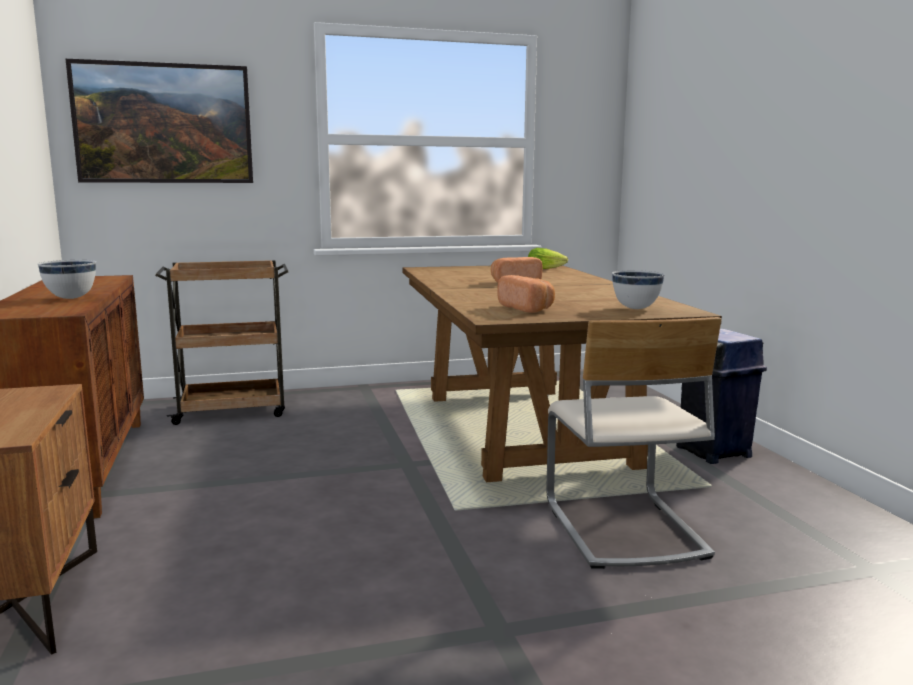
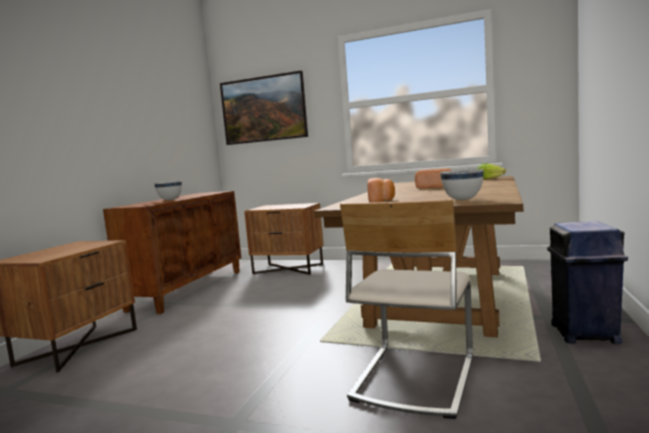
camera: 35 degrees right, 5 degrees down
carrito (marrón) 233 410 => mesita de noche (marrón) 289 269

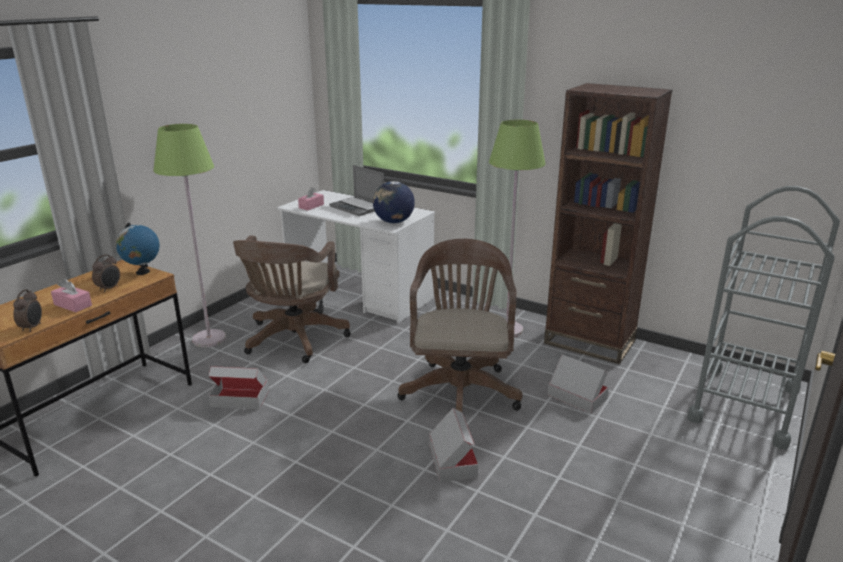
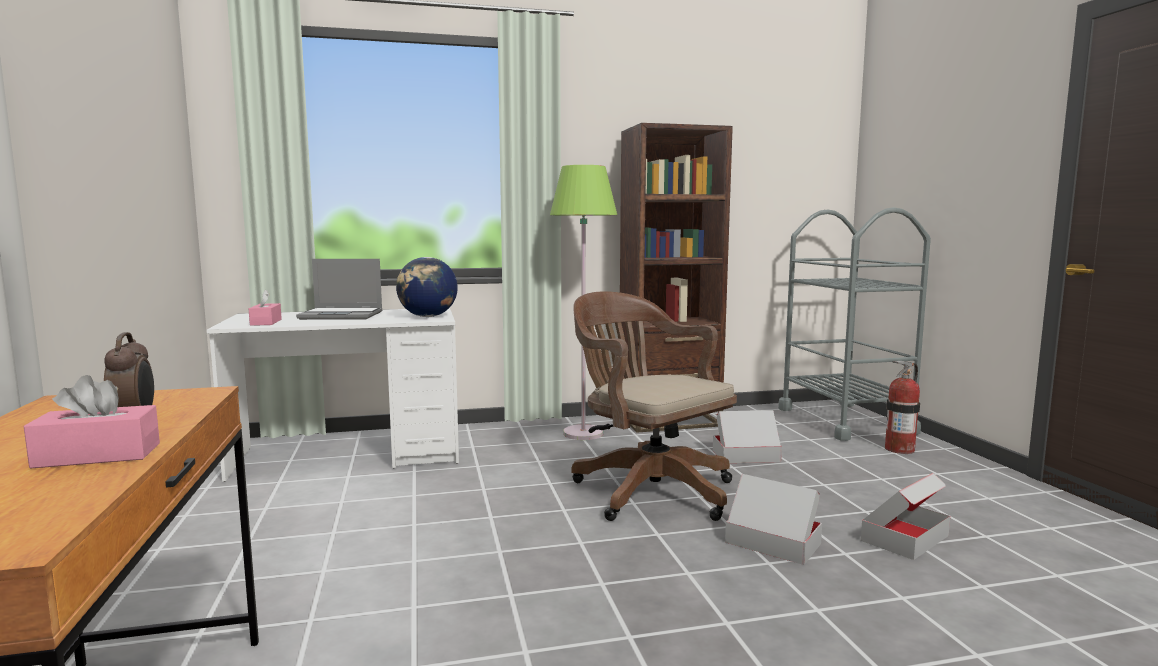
camera: 45 degrees left, 15 degrees down
despertador 32 327 => nothing
globo terráqueo 142 272 => nothing
lámpara de pie (verde) 209 339 => nothing
caja de cartón 240 398 => caja de cartón 904 538, shifted
silla de oficina (marrón) 293 340 => nothing
nothing => extintor 899 449

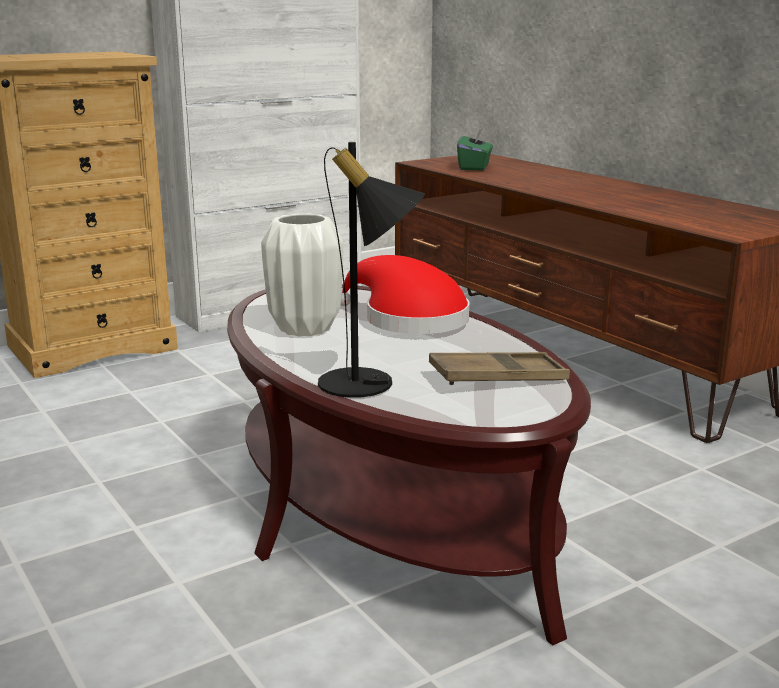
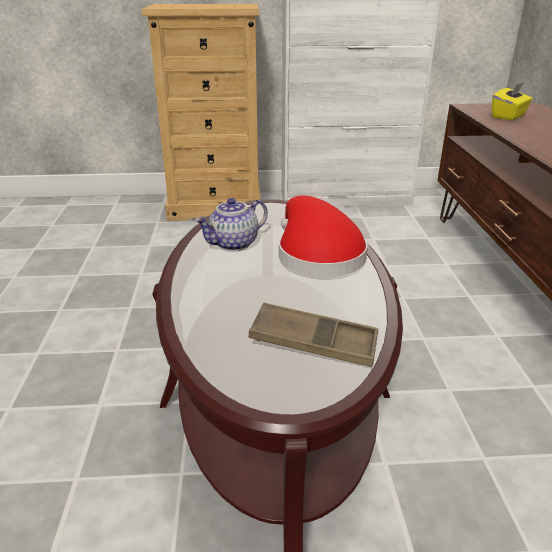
camera: 30 degrees right, 10 degrees up
florero (blanco) 306 329 => tetera 234 244
lámpara de mesa (negro) 369 385 => nothing
caja de pañuelos (verde) 474 167 => caja de pañuelos (amarillo) 509 116

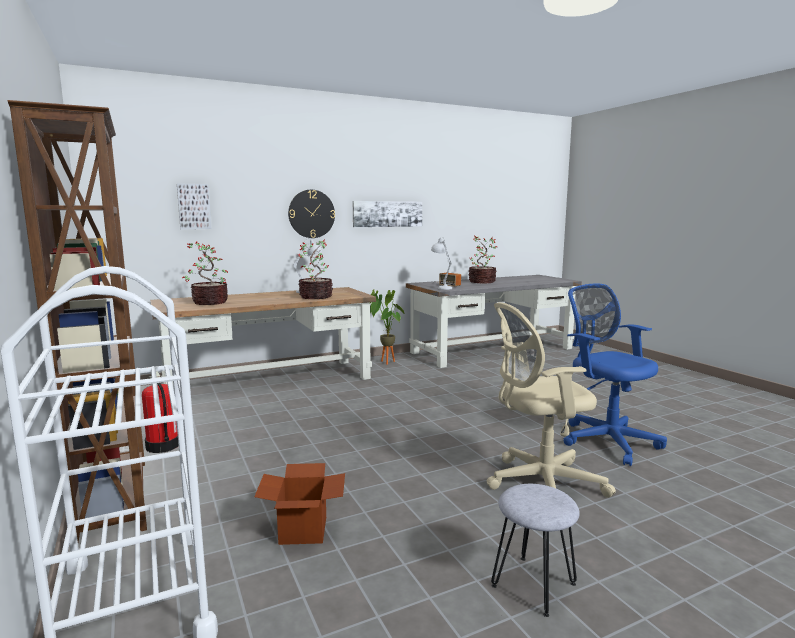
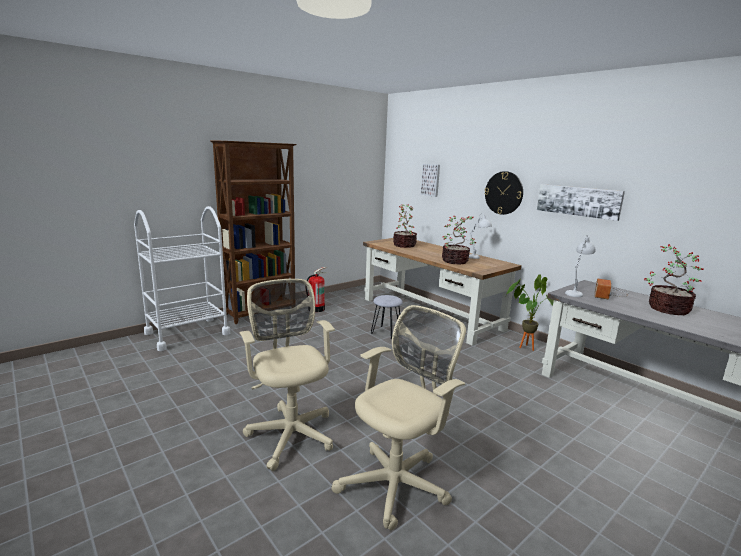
camera: 75 degrees right, 5 degrees up
caja de cartón 303 530 => nothing
taburete (gris) 533 585 => taburete (gris) 386 332, shifted
silla de oficina (azul) 606 440 => silla de oficina (beis) 398 483

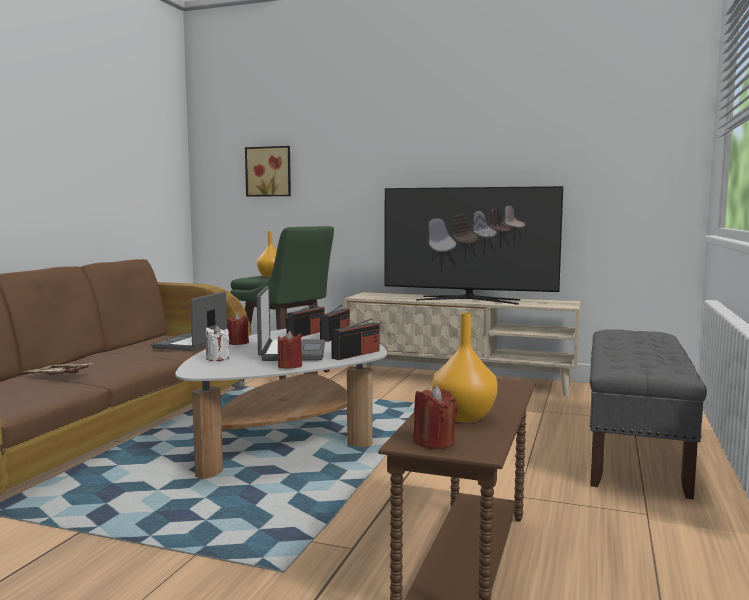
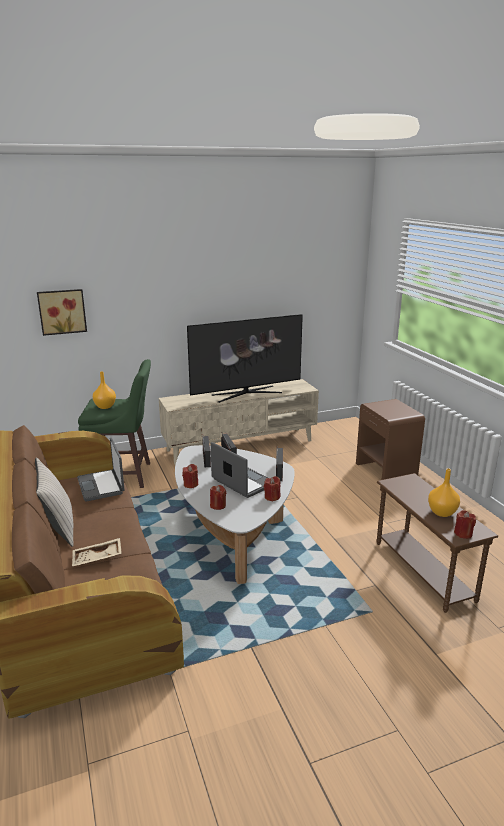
camera: 40 degrees left, 15 degrees up
vela (blanco) 217 358 => vela (rojo) 218 505
banco (gris) 635 448 => mesita de noche (marrón) 386 471
nothing => cojín (beis) 58 529

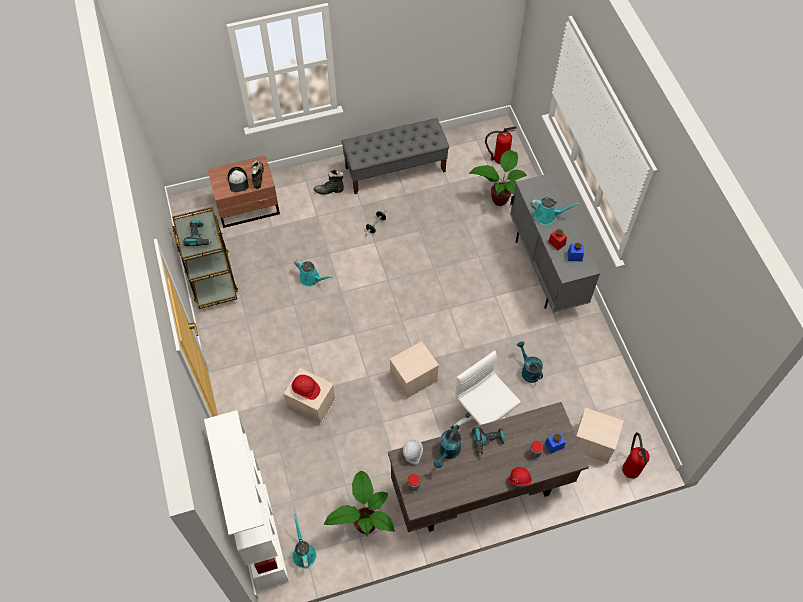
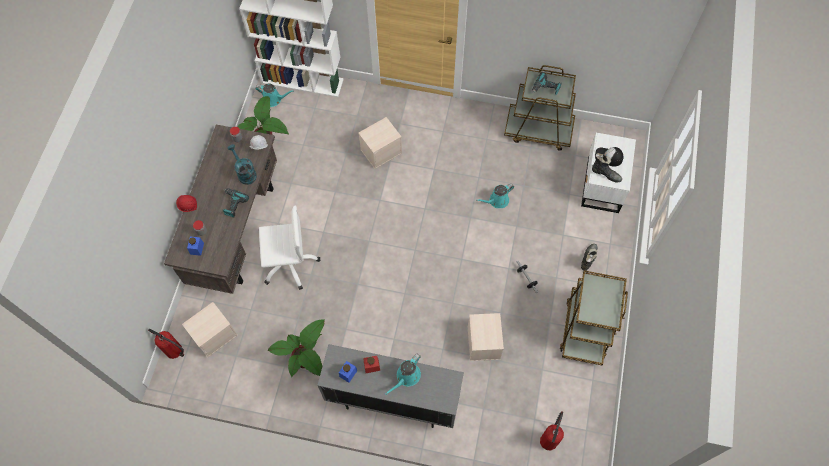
camera: 120 degrees right, 5 degrees up
mesita de noche (marrón) 249 207 => mesita de noche (blanco) 601 185
casco (rojo) 306 389 => nothing
banco (gris) 395 169 => carrito (marrón) 585 329
caja de almacenaje (beis) 413 378 => caja de almacenaje (beis) 483 342, shifted
planta en maceta 499 199 => planta en maceta 307 362, shifted
regadera (turquesa) 528 370 => nothing

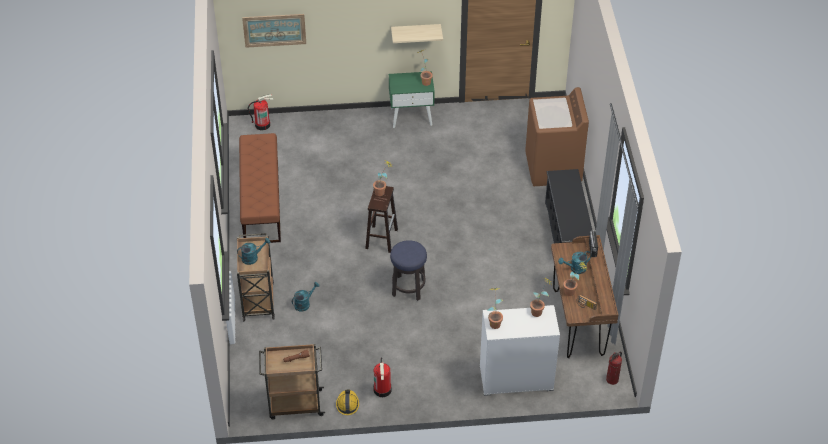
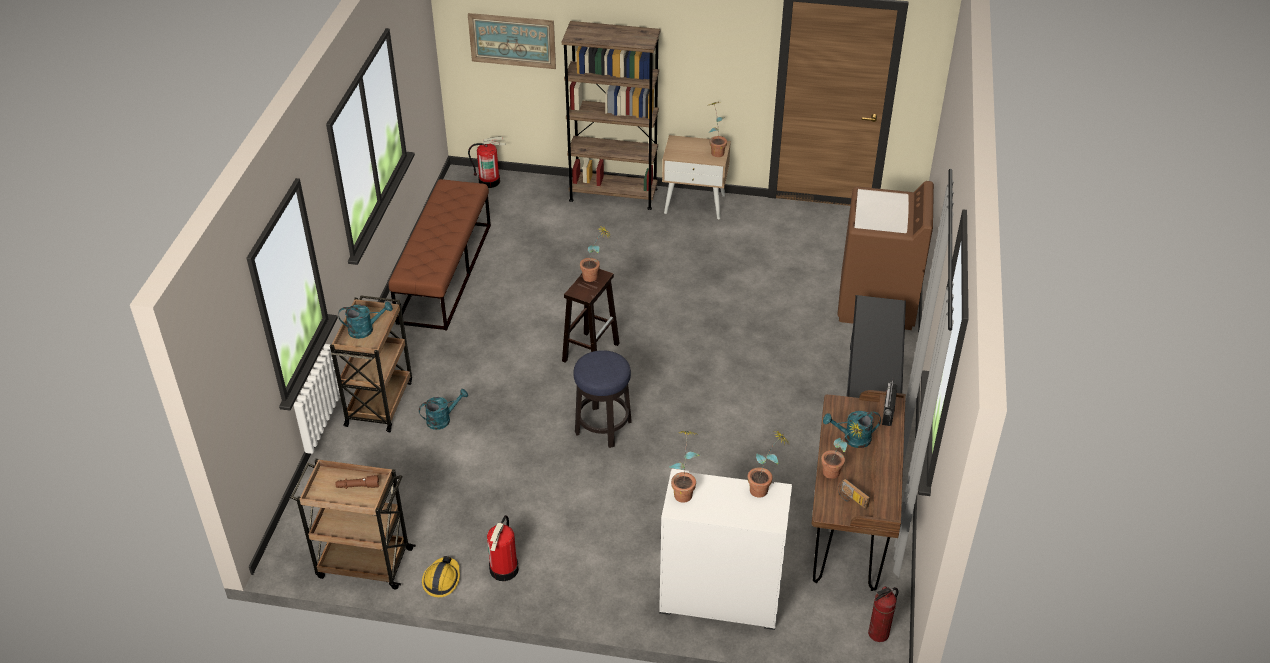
camera: 15 degrees right, 5 degrees down
mesita de noche (verde) 411 116 => mesita de noche (beis) 695 204
estante 415 32 => nothing
nothing => estantería (marrón) 613 194

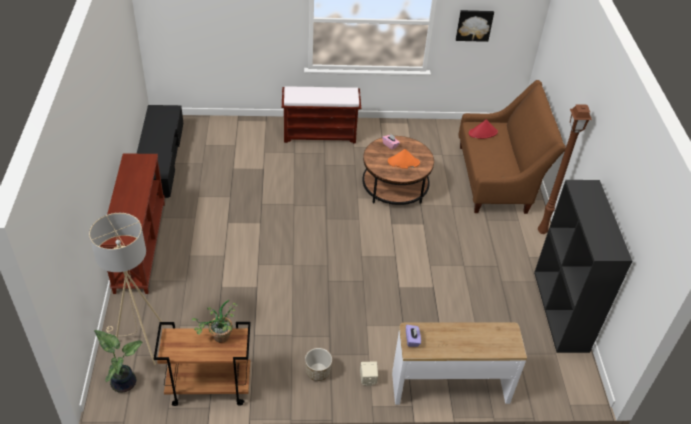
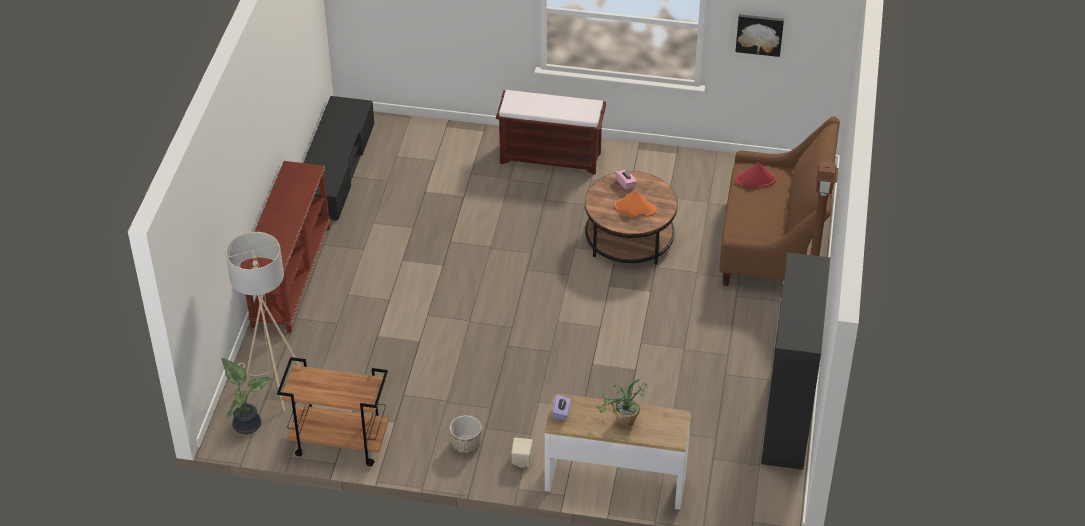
camera: 15 degrees right, 0 degrees up
planta en maceta 218 340 => planta en maceta 622 423, shifted

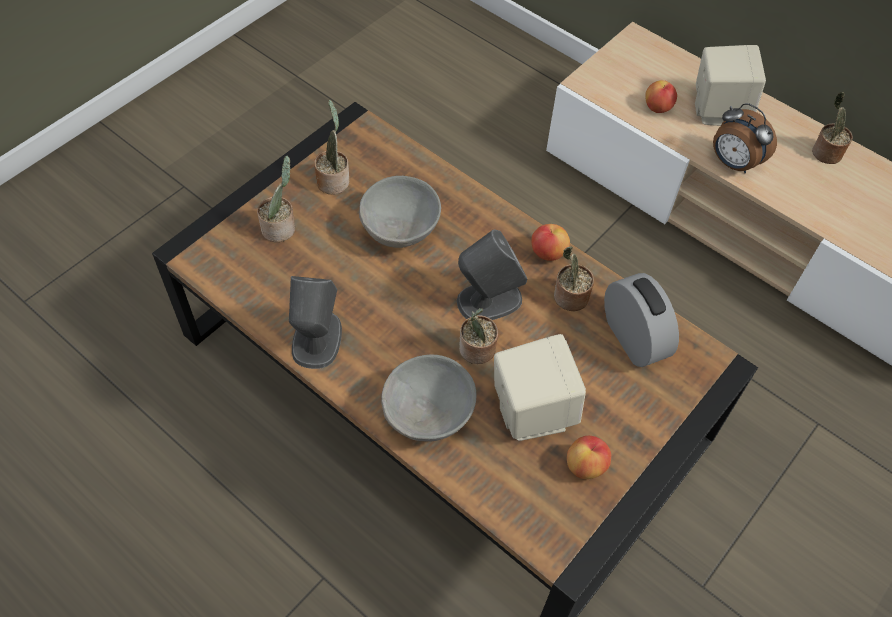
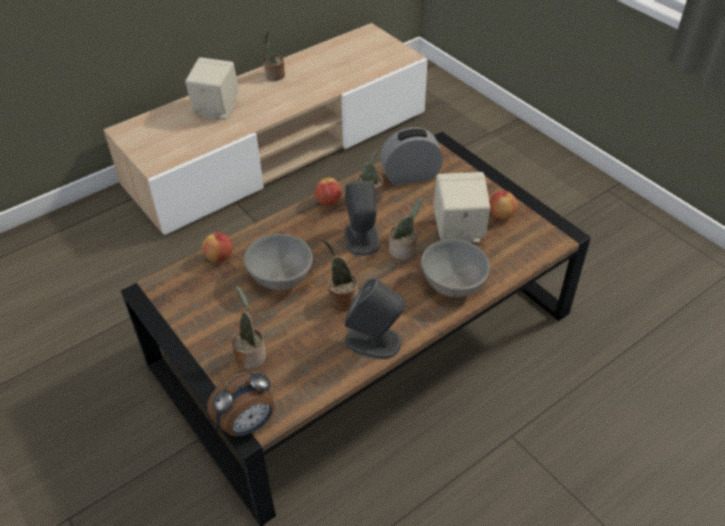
camera: 75 degrees left, 10 degrees down
planta en maceta 333 180 => planta en maceta 341 299, shifted
manzana 657 108 => manzana 219 257, shifted
despertador 733 163 => despertador 247 424, shifted

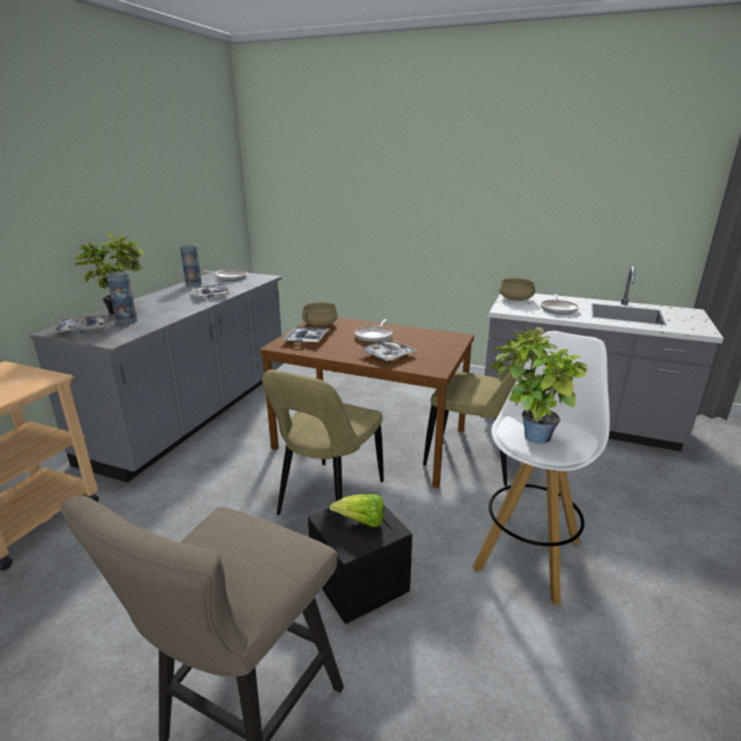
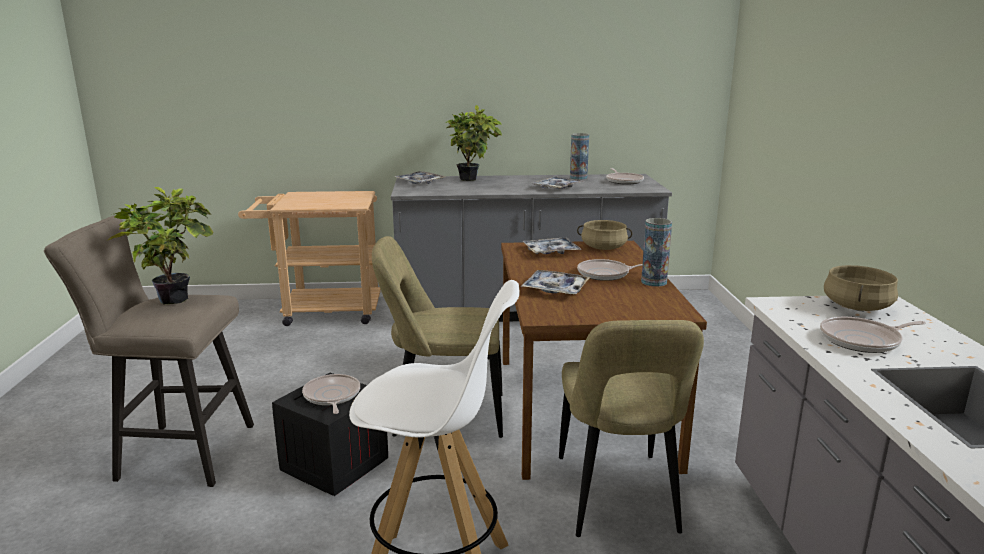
camera: 65 degrees right, 5 degrees down
florero 127 321 => florero 654 282, shifted
lechuga 361 522 => sartén 332 396
planta en maceta 528 436 => planta en maceta 175 298, shifted

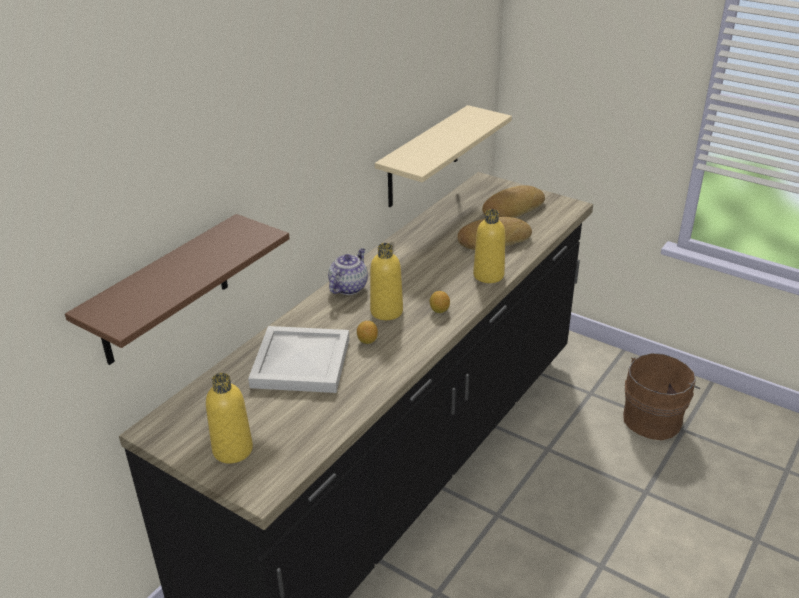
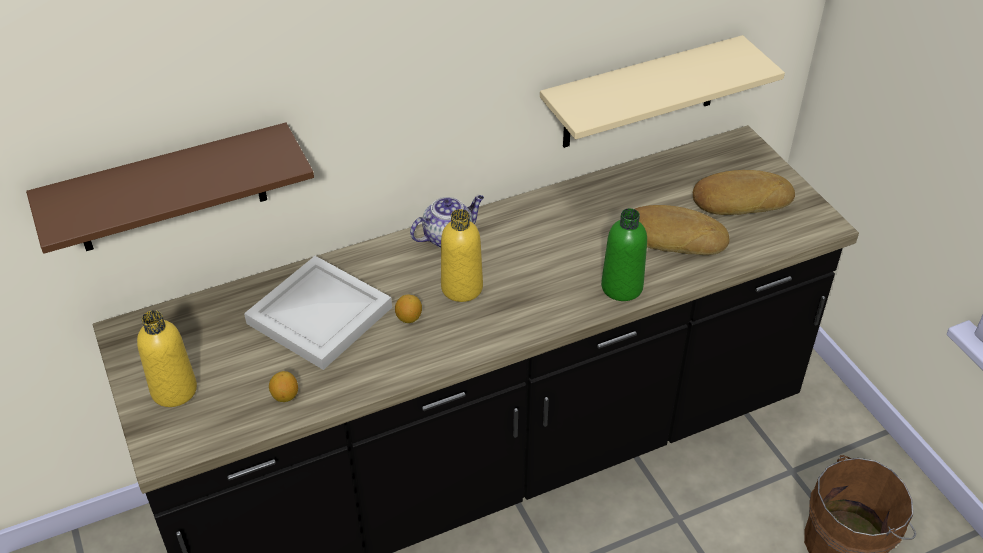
camera: 30 degrees right, 10 degrees up
limón 439 310 => limón 285 396, shifted
botella (amarillo) 488 275 => botella (verde) 622 287

